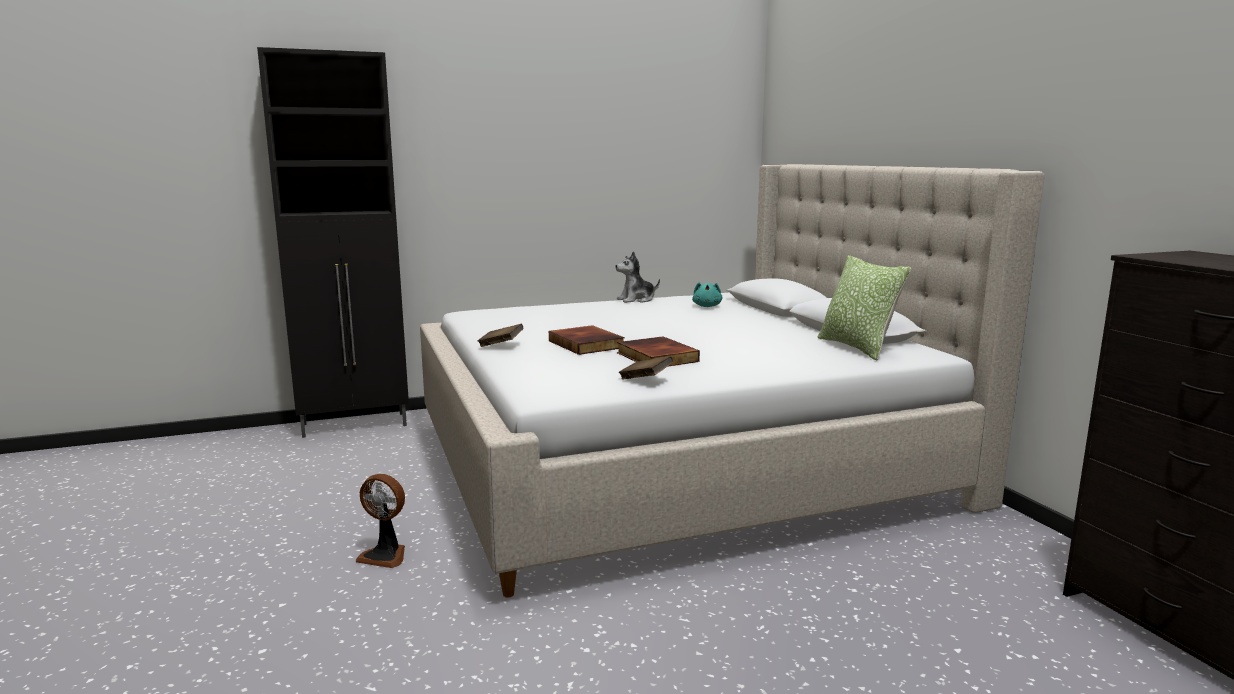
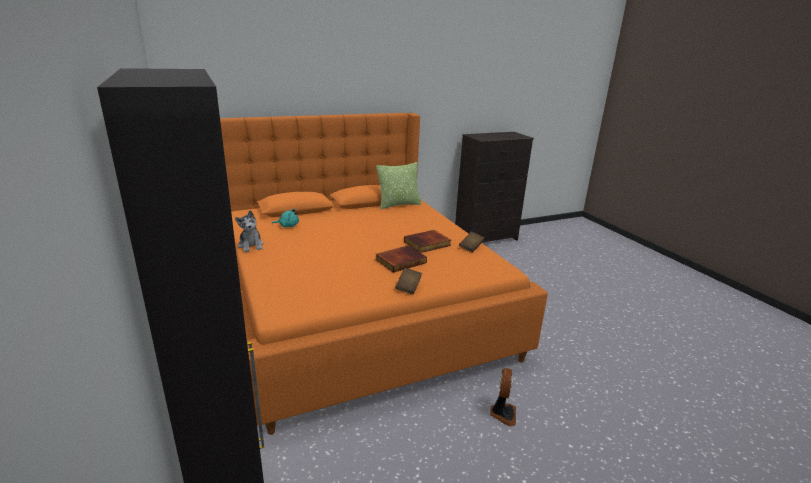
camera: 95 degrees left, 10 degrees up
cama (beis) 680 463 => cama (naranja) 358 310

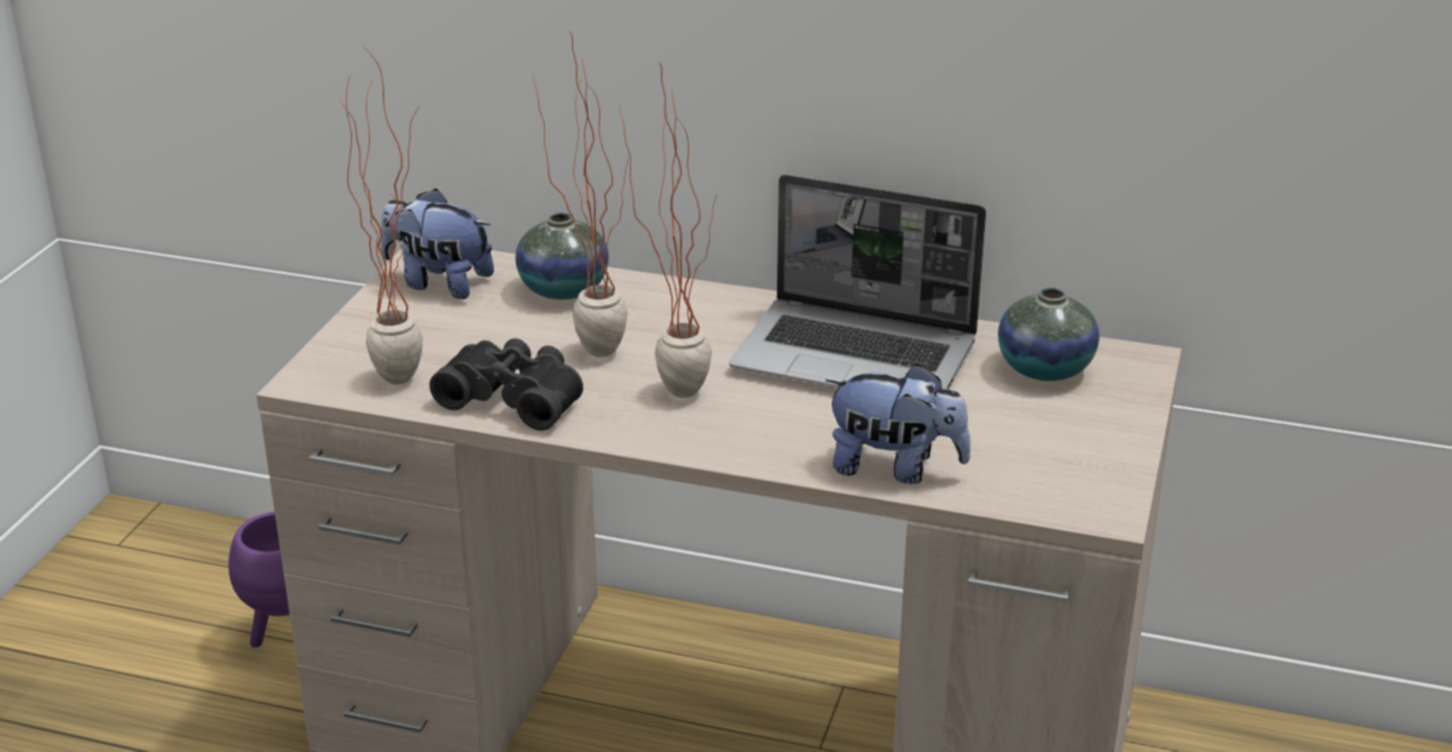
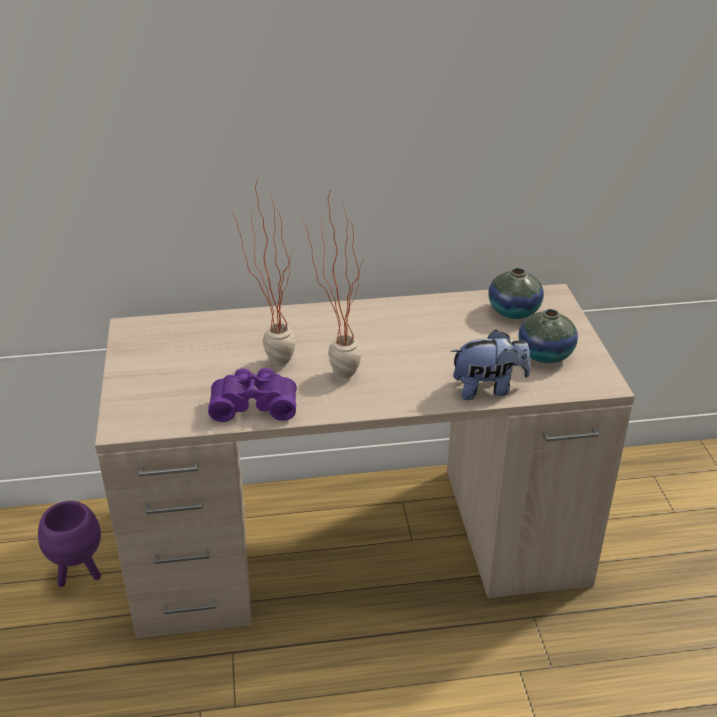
camera: 25 degrees left, 5 degrees up
planta en maceta 406 370 => nothing
peluche 439 283 => nothing
prismáticos (negro) 514 397 => prismáticos (morado) 254 404
florero 563 289 => florero 545 354, shifted
portátil 858 356 => nothing

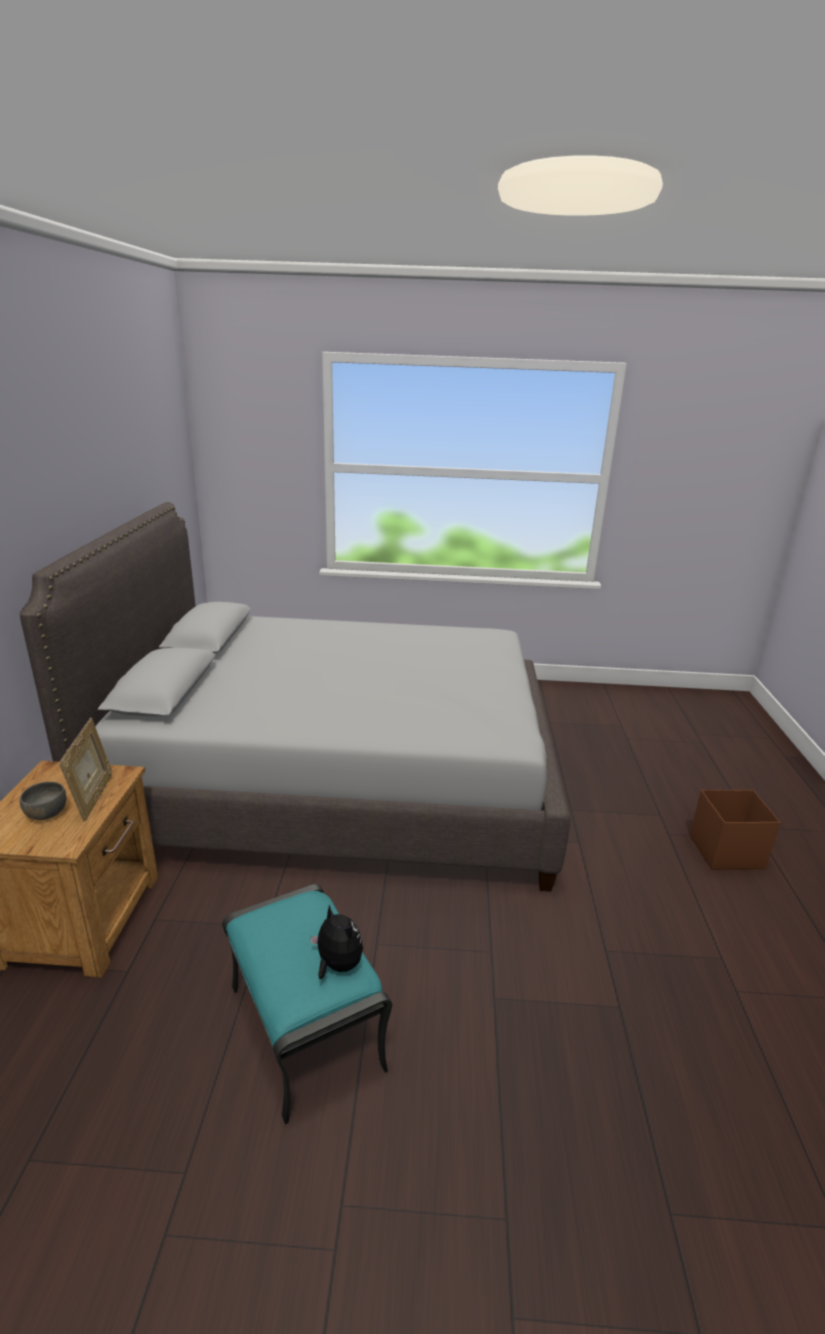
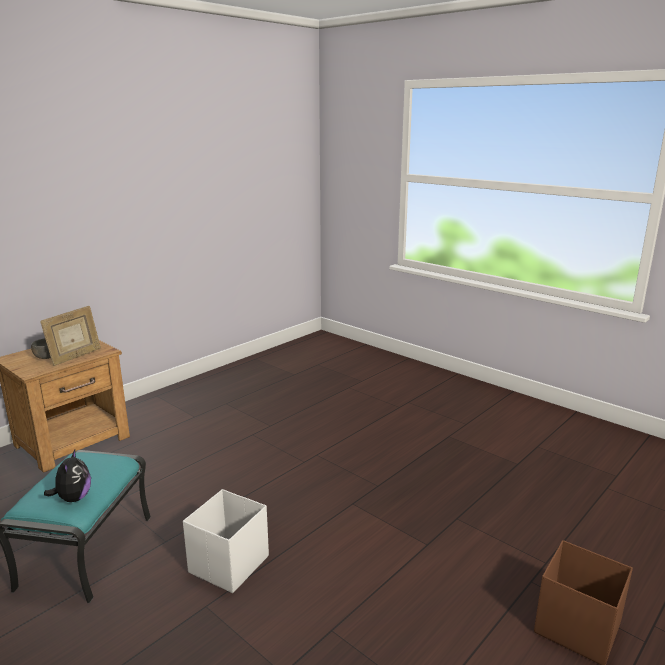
camera: 40 degrees right, 5 degrees down
cama (gris) 338 779 => nothing
nothing => caja de almacenaje (blanco) 228 565

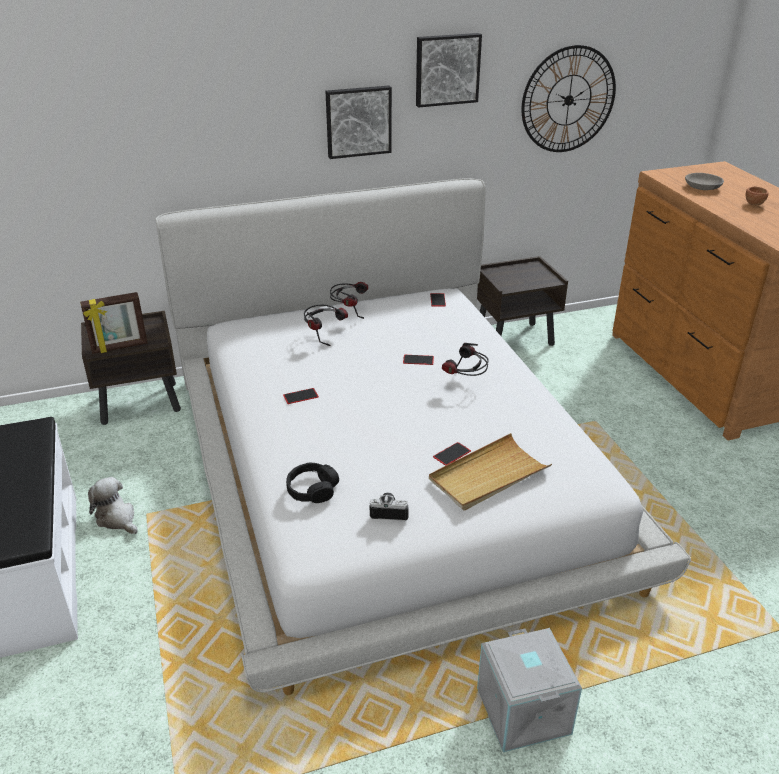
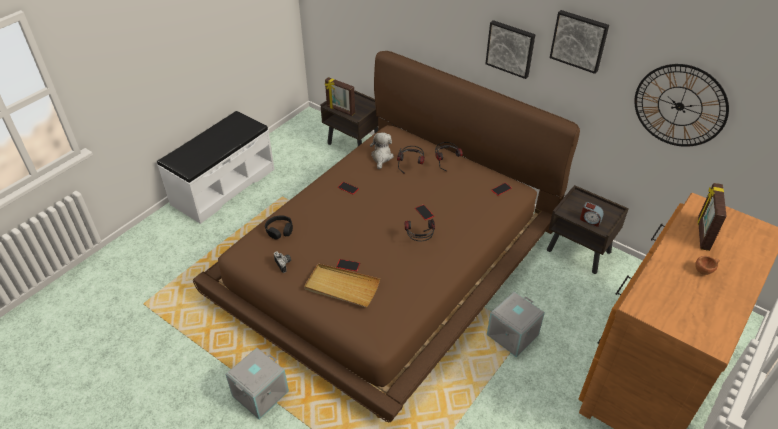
camera: 55 degrees right, 10 degrees up
peluche 117 518 => peluche 381 157, shifted
cama (blanco) 389 469 => cama (marrón) 389 260
cuenco (gris) 703 187 => portarretratos 702 234
nothing => caja de almacenaje (gris) 513 336
nothing => despertador 590 220

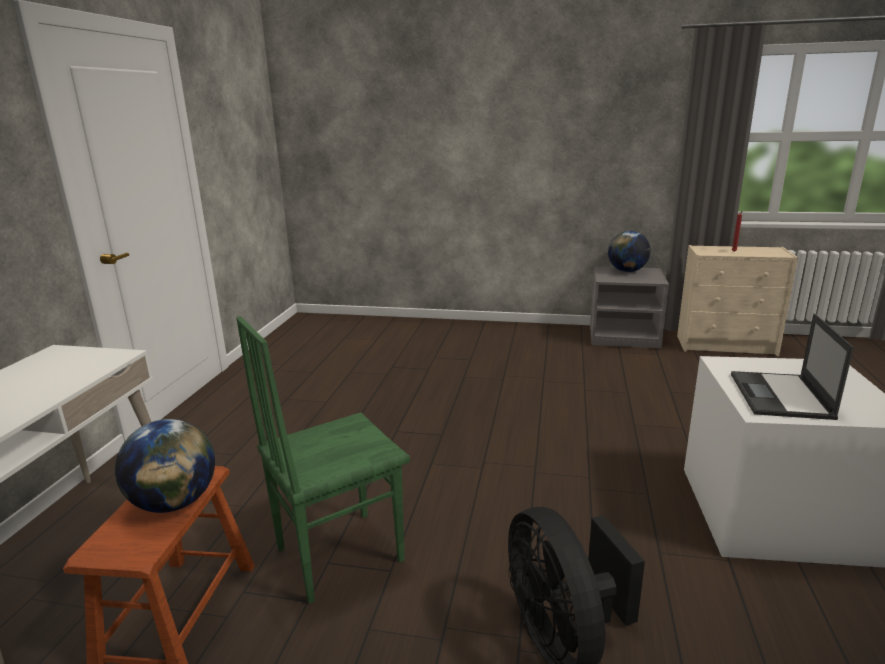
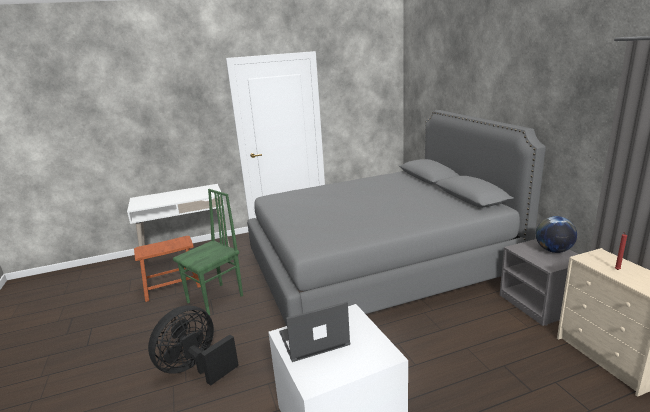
camera: 60 degrees right, 0 degrees up
globo terráqueo 175 503 => nothing
silla (verde) 338 554 => silla (verde) 216 299, 105 degrees clockwise
nothing => cama (gris) 378 267

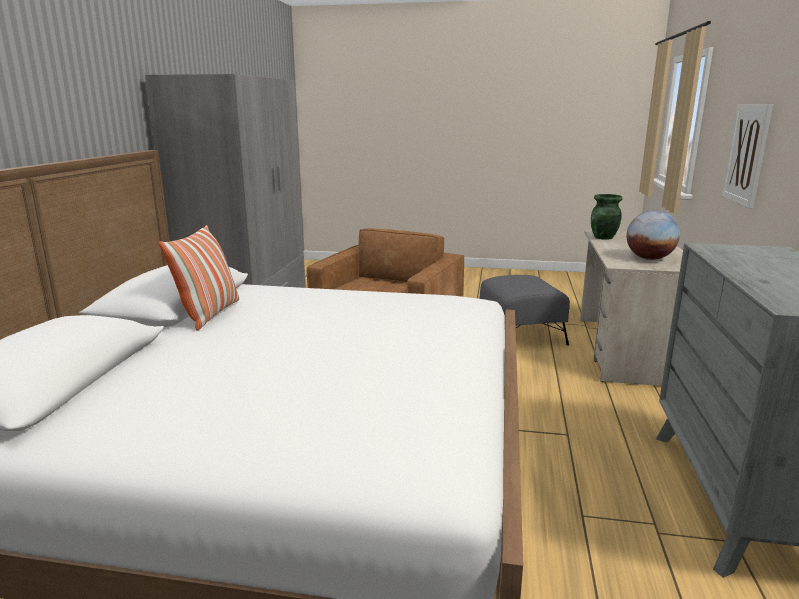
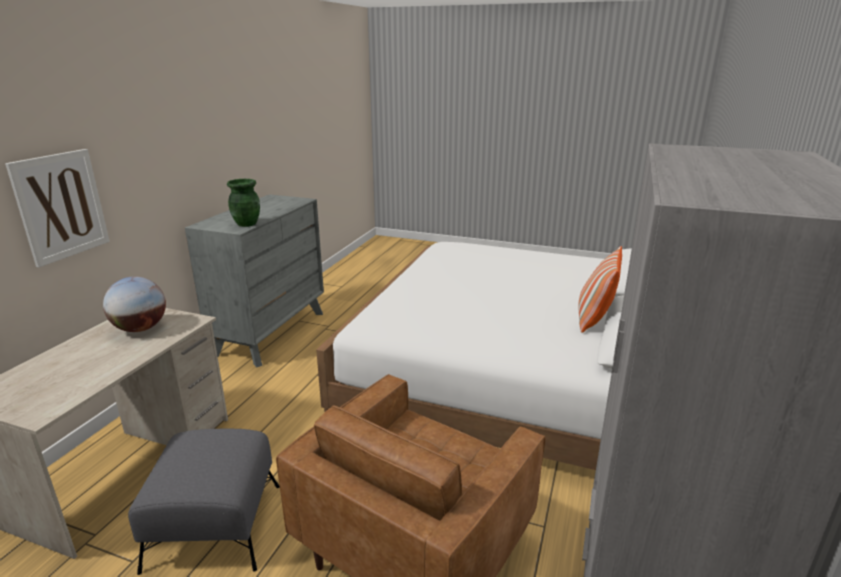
camera: 170 degrees left, 5 degrees up
florero (verde) 603 237 => florero (verde) 247 224, shifted

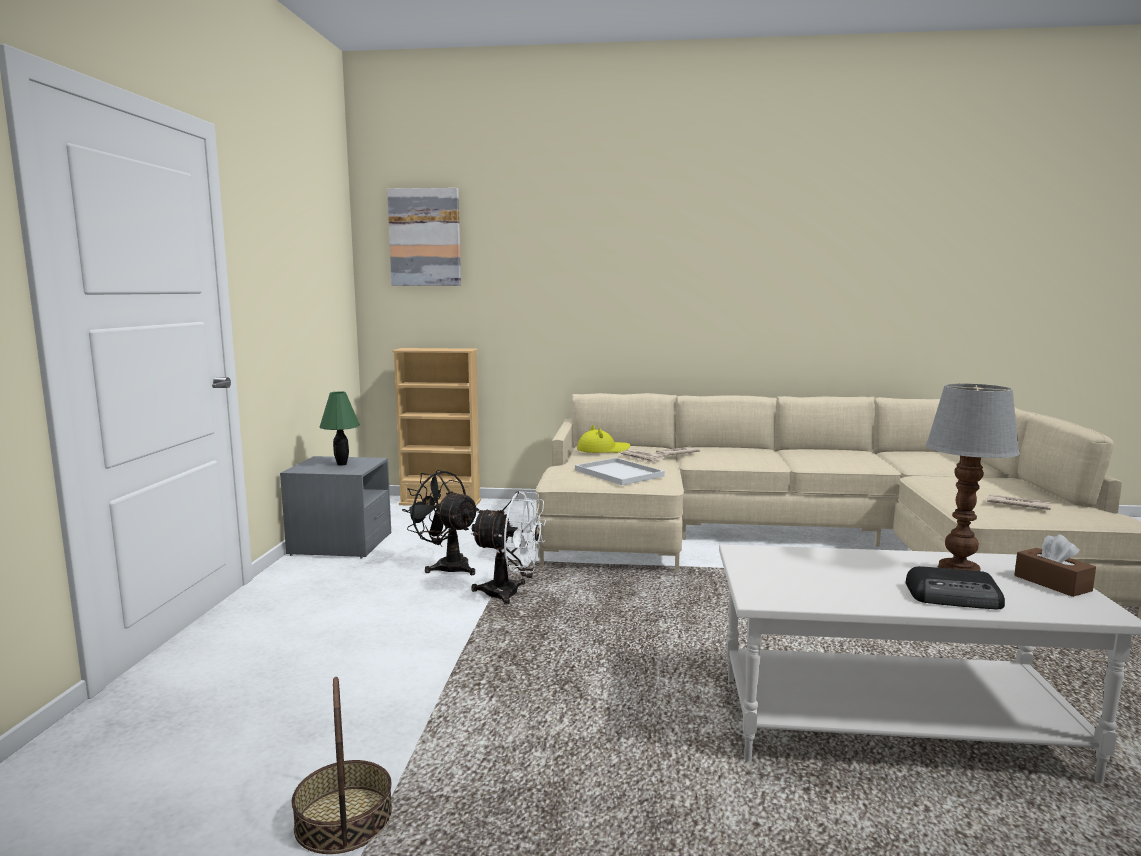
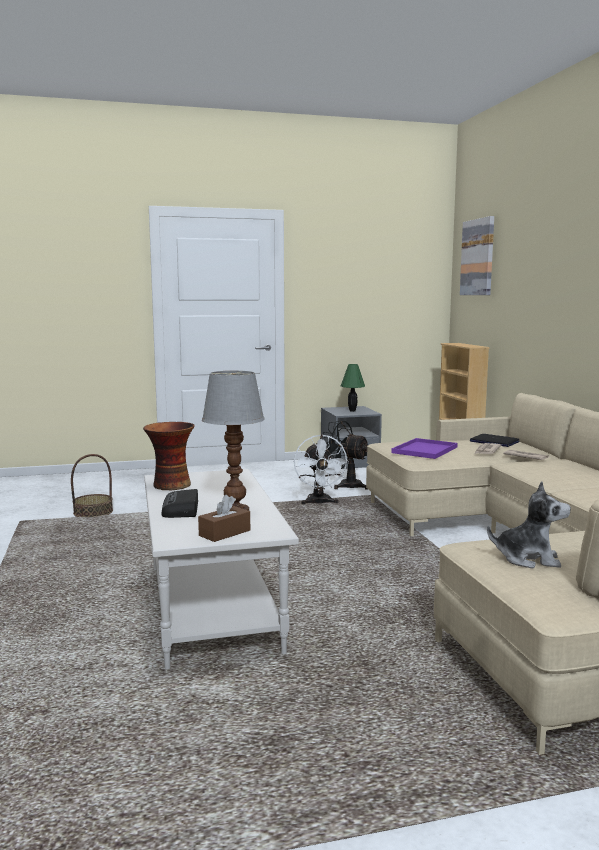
camera: 70 degrees right, 0 degrees up
ventilador (negro) 447 566 => ventilador (negro) 345 485, 75 degrees counterclockwise
bandeja (blanco) 620 473 => bandeja (morado) 425 450
sombrero (amarillo) 603 450 => portátil 494 442
periódico 1017 505 => peluche 528 559
nothing => florero 170 485

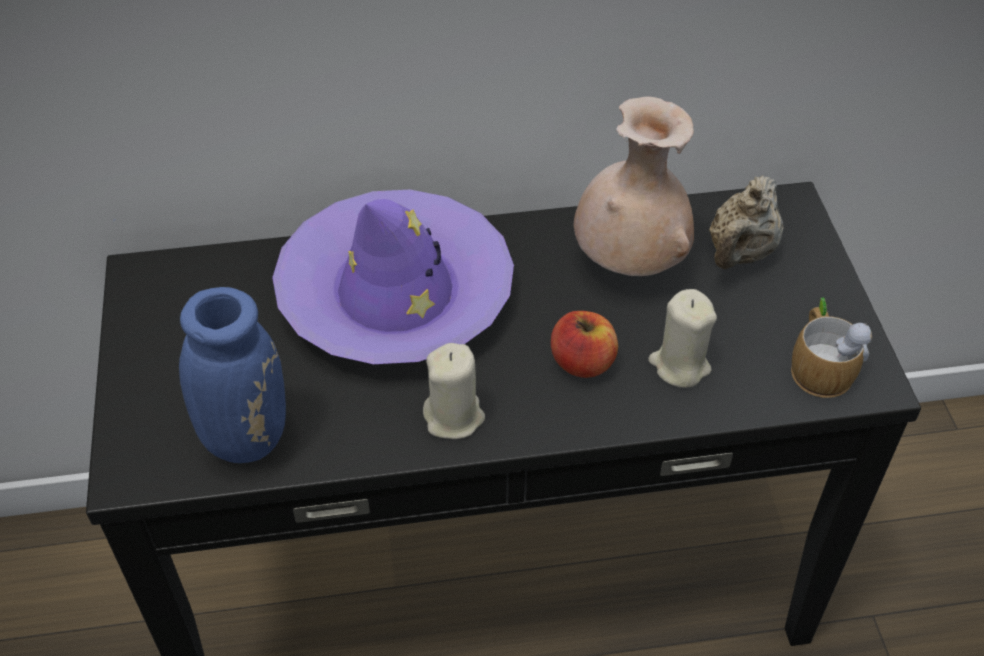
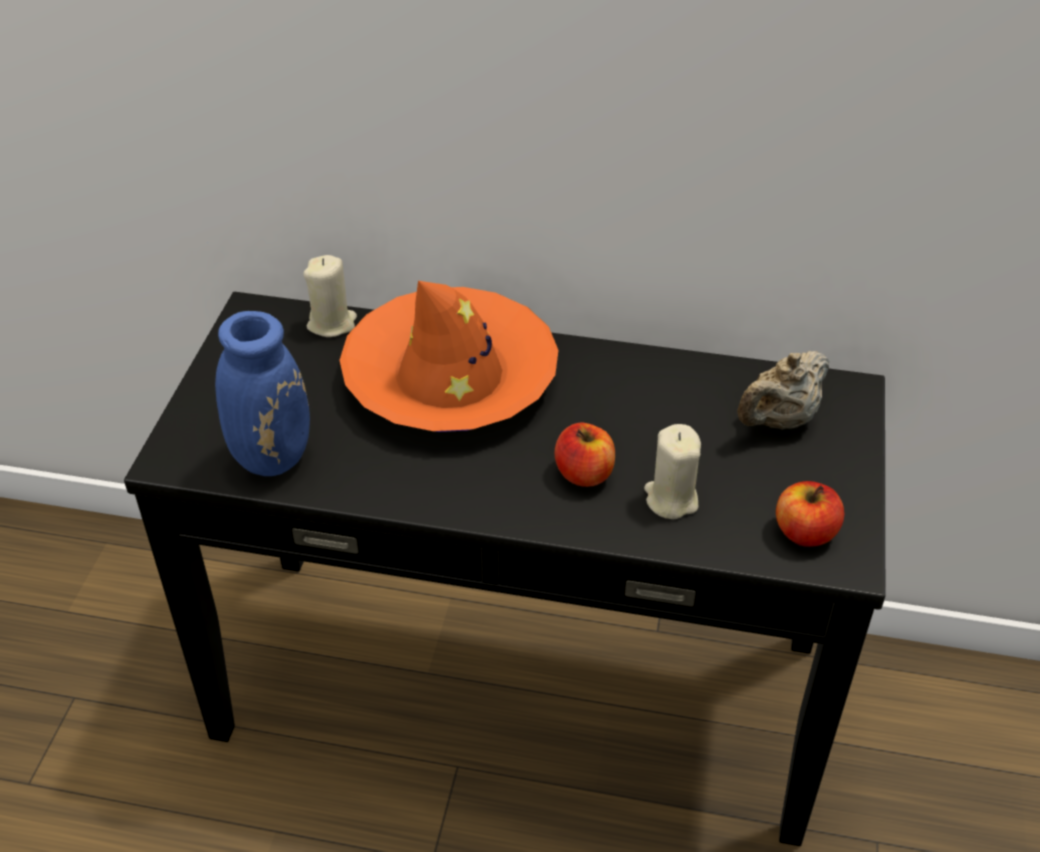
camera: 20 degrees right, 5 degrees down
sombrero (morado) 395 294 => sombrero (naranja) 450 378
vela (beis) 454 417 => vela (beis) 332 323, shifted
florero (beis) 630 262 => nothing
taza grande 820 364 => manzana 805 533

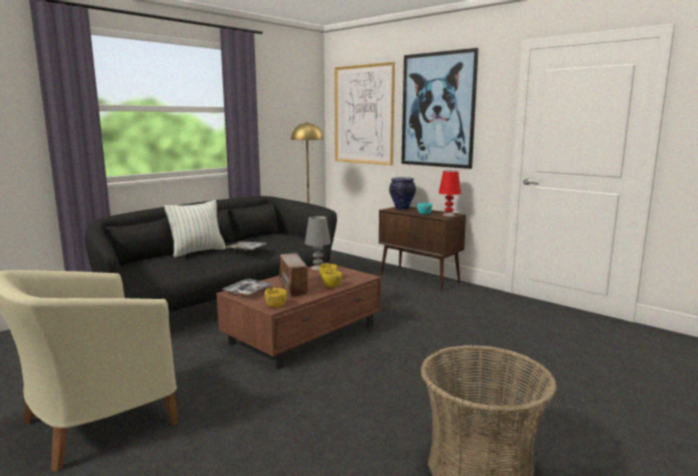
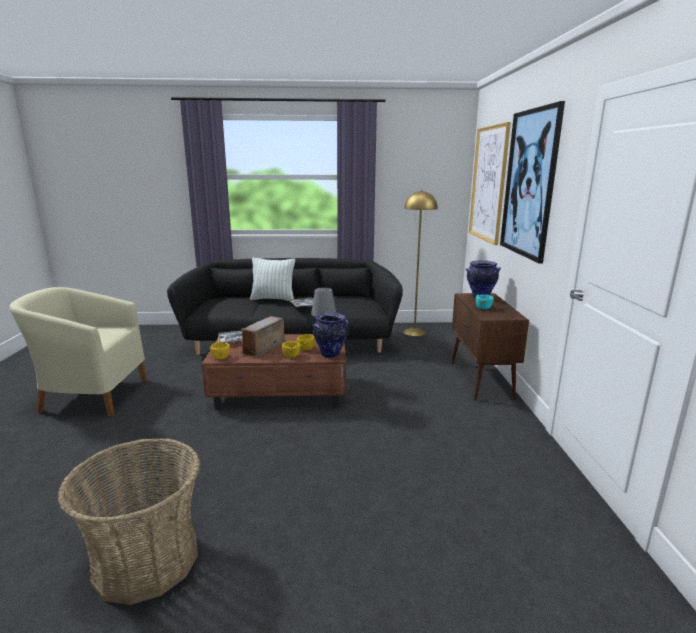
camera: 45 degrees right, 5 degrees up
lámpara de mesa (rojo) 448 215 => nothing
nothing => florero 330 354

